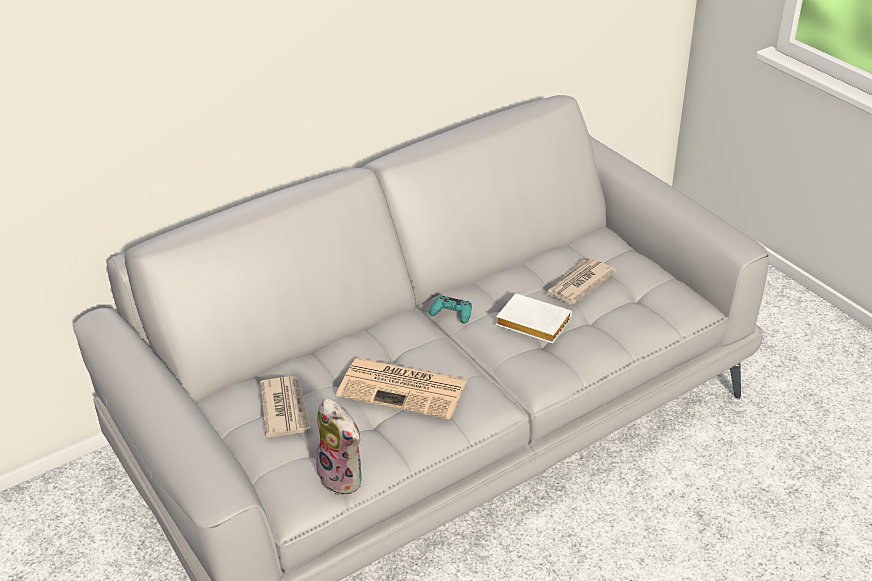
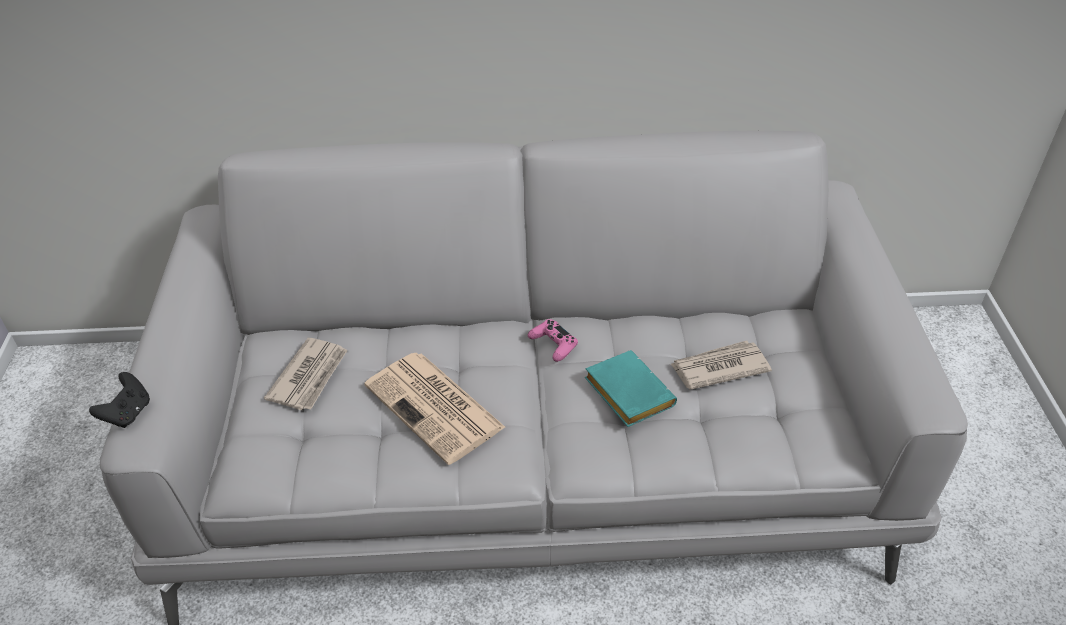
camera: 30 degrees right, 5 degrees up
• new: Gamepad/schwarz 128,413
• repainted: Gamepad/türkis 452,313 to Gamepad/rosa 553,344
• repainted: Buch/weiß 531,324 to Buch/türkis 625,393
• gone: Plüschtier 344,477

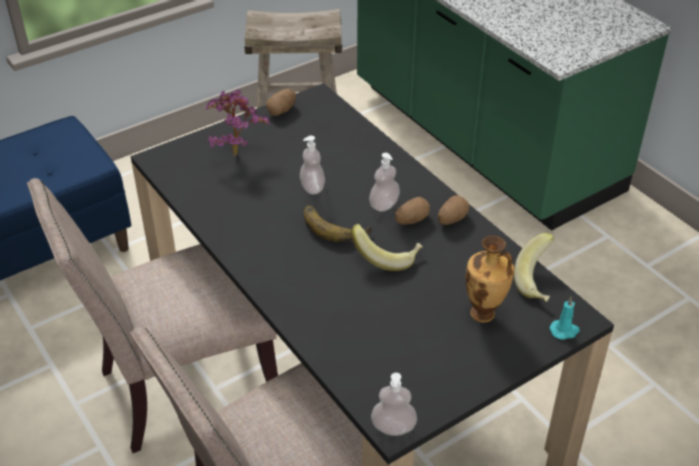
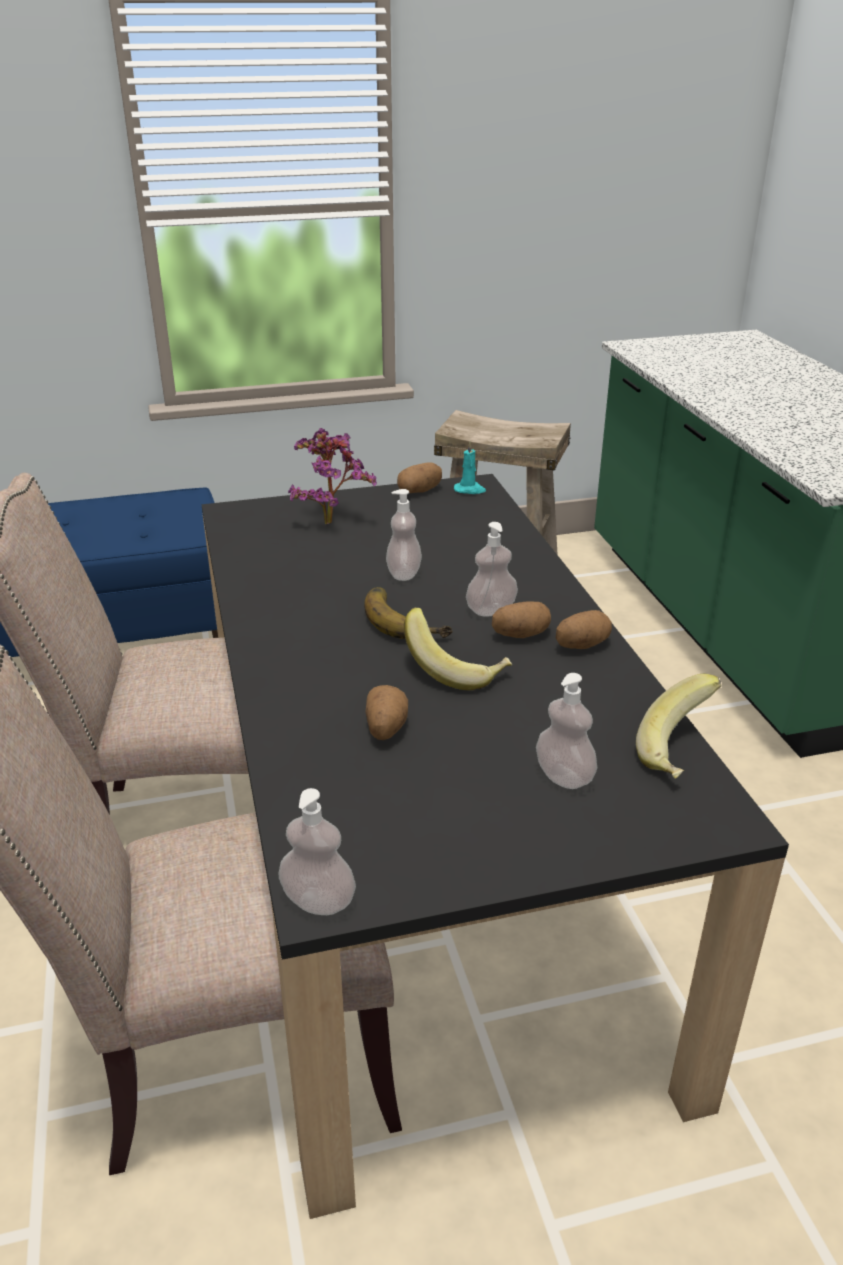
camera: 20 degrees right, 10 degrees down
• new: Kartoffel 385,728
• shifted: Kerze/türkis 564,331 to 470,490
• swapped: Vase 484,314 to Seifenspender 564,776

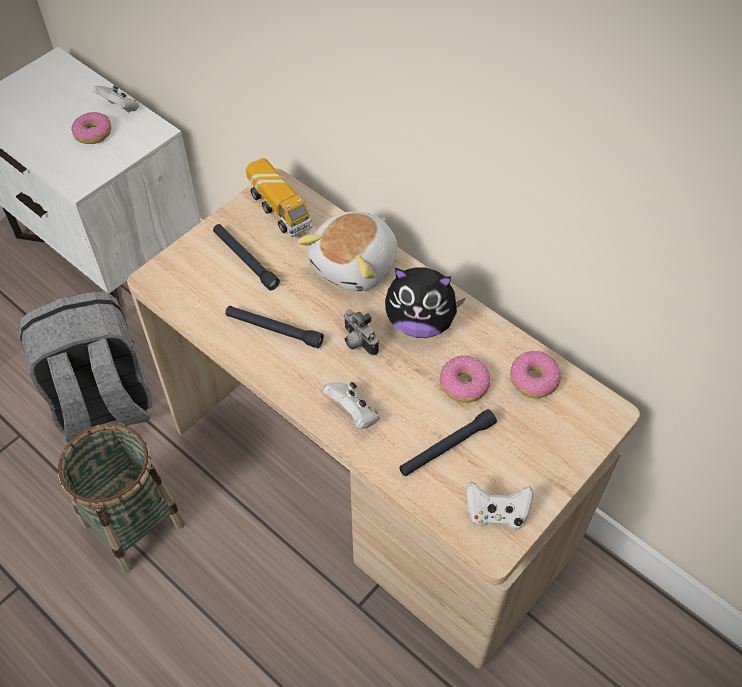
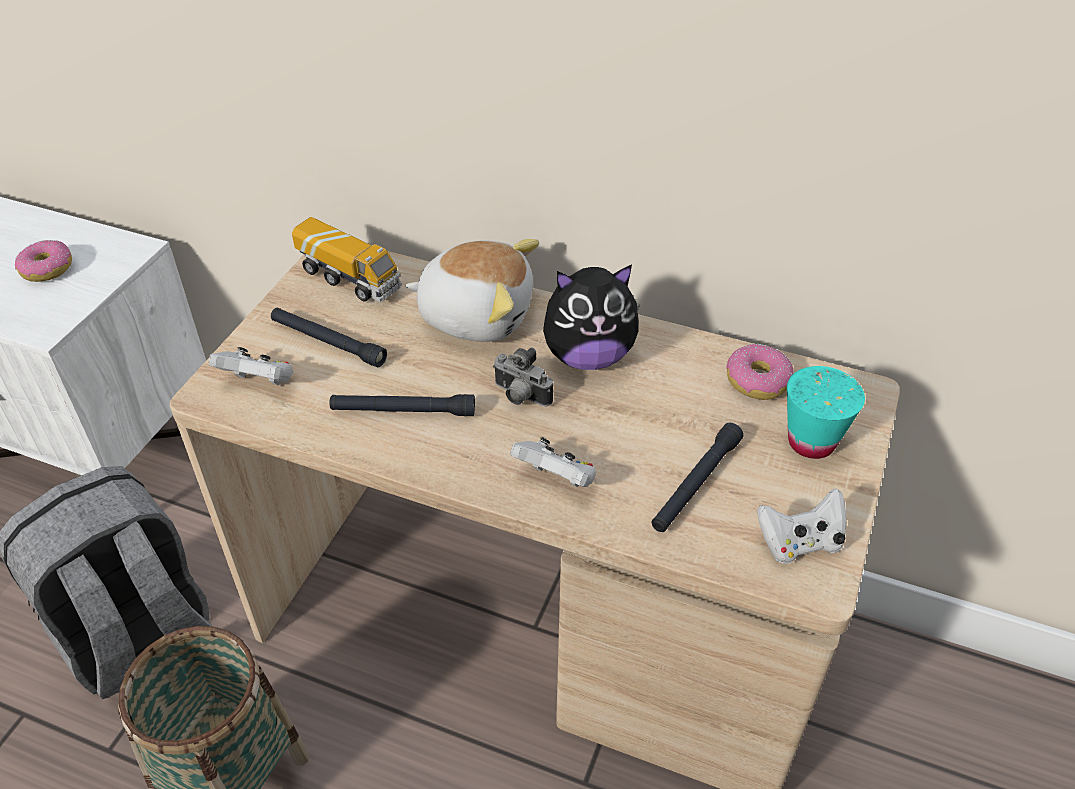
camera: 20 degrees left, 10 degrees down
• shifted: Gamepad/weiß 120,108 to 259,382
• rotated: Plüschtier 356,265 = 476,314 90 degrees counterclockwise
• new: Tasse/türkis 811,442
• gone: Donut 464,384

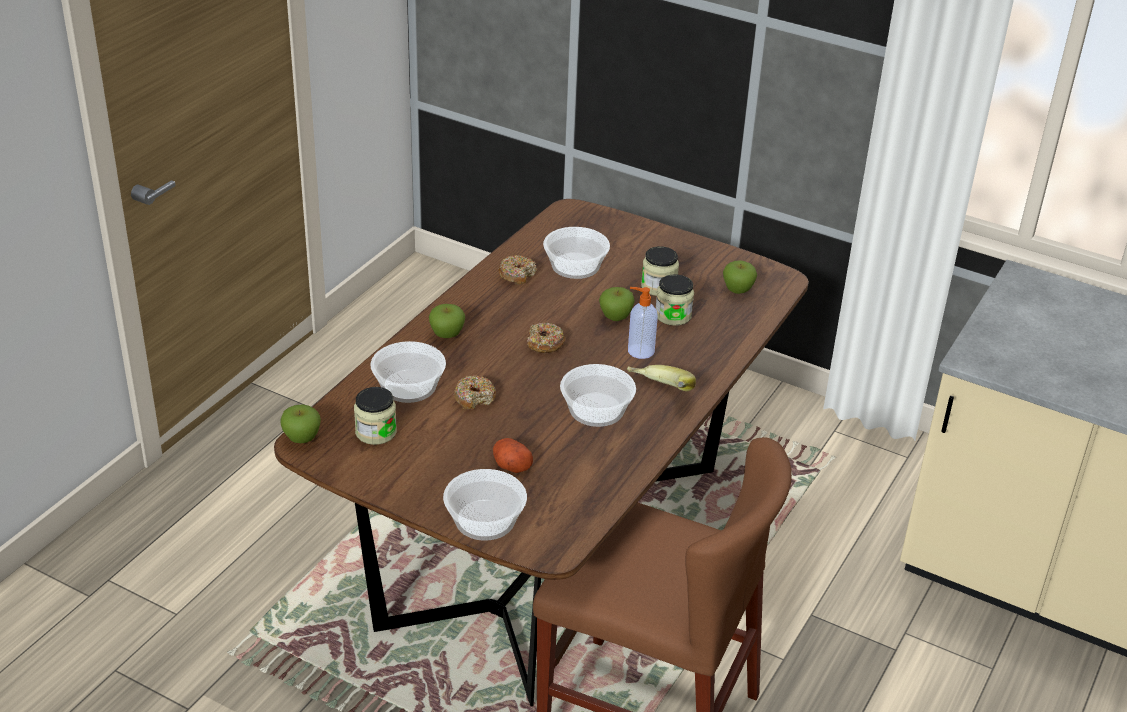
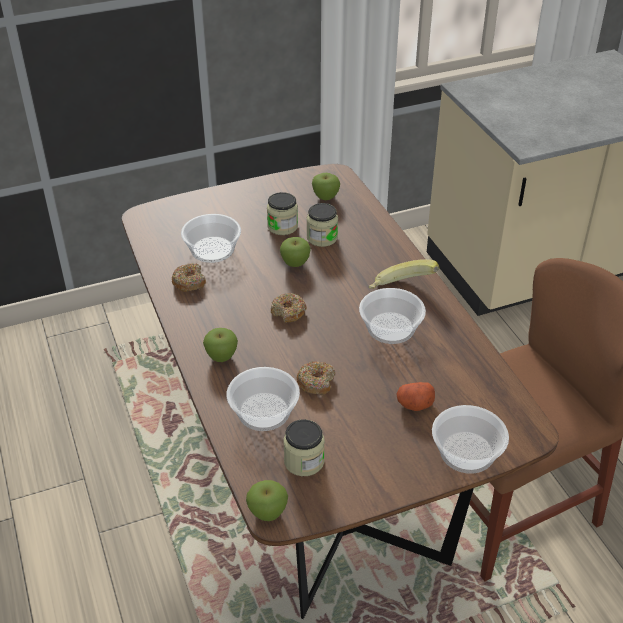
camera: 50 degrees left, 5 degrees up
• gone: Seifenspender 639,351

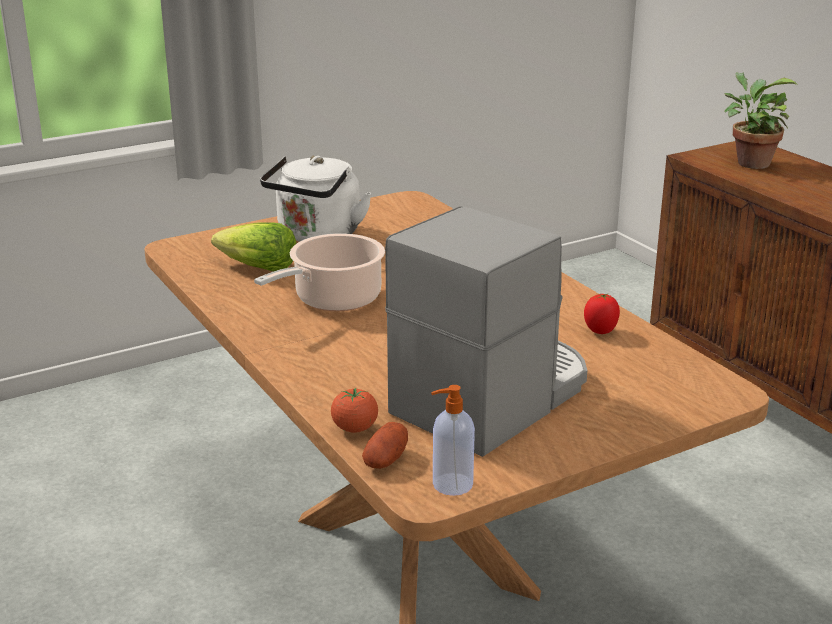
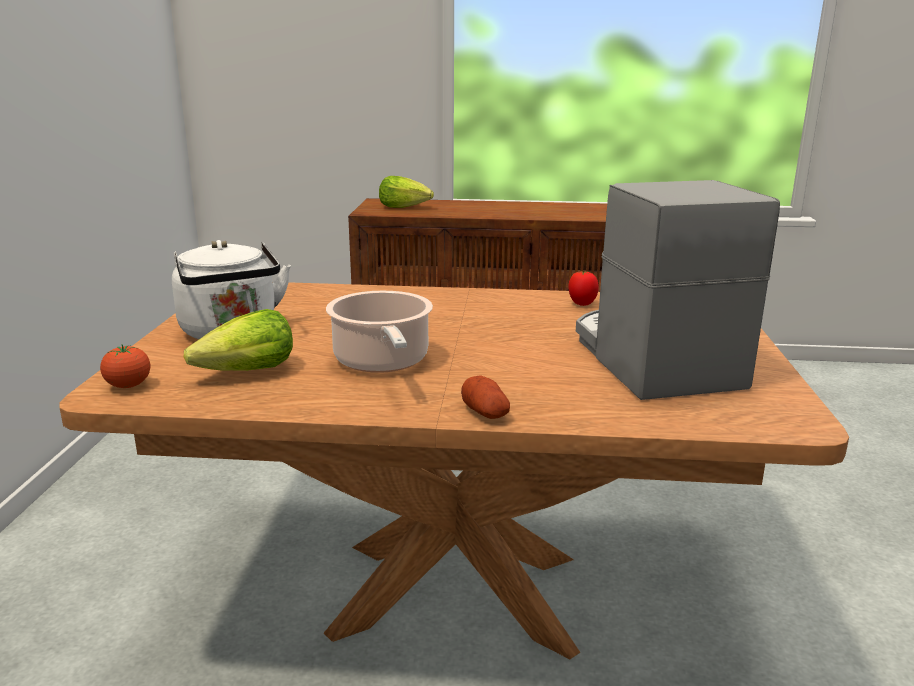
camera: 55 degrees left, 5 degrees down
• shifted: Tomate 355,429 to 128,386
• swapped: Topfpflanze 749,162 to Salatkopf 404,207
• shifted: Kartoffel 386,460 to 485,412
• gone: Seifenspender 451,485

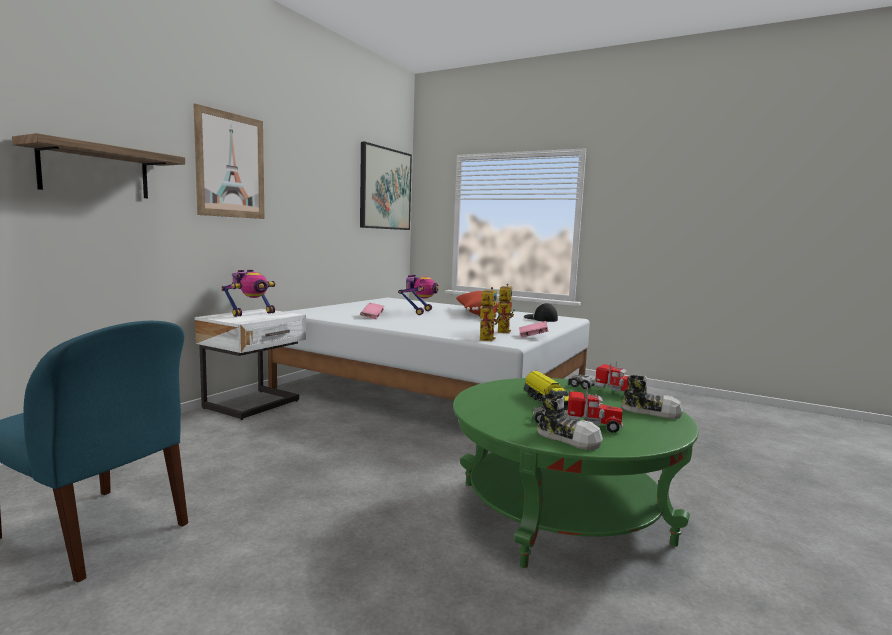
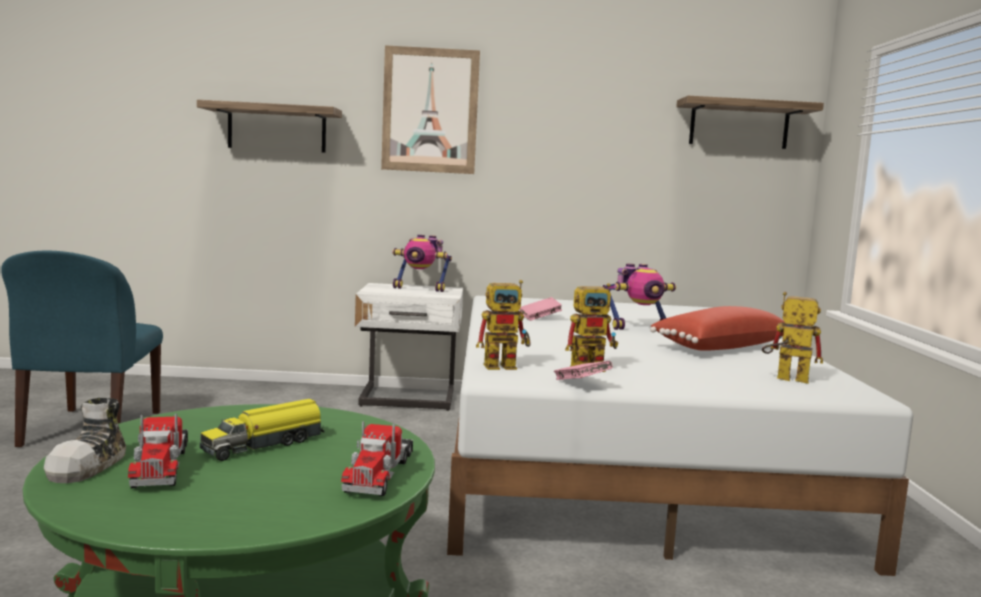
camera: 60 degrees right, 0 degrees up
• swapped: Bild 385,189 to Wandregal 739,125
• swapped: Kappe 540,319 to Spielzeugroboter 784,379
• gone: Schuh 651,412

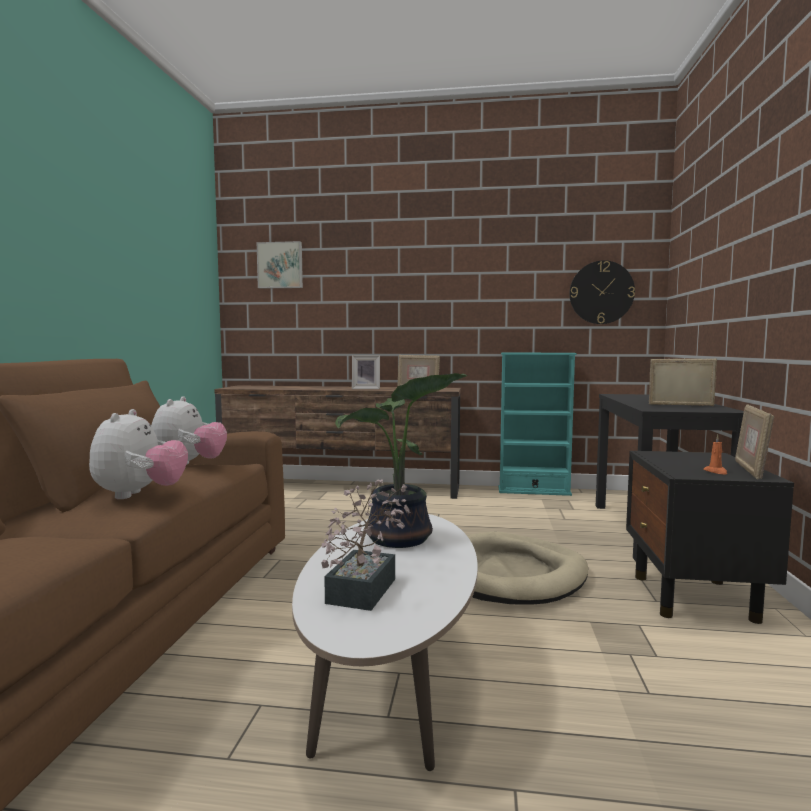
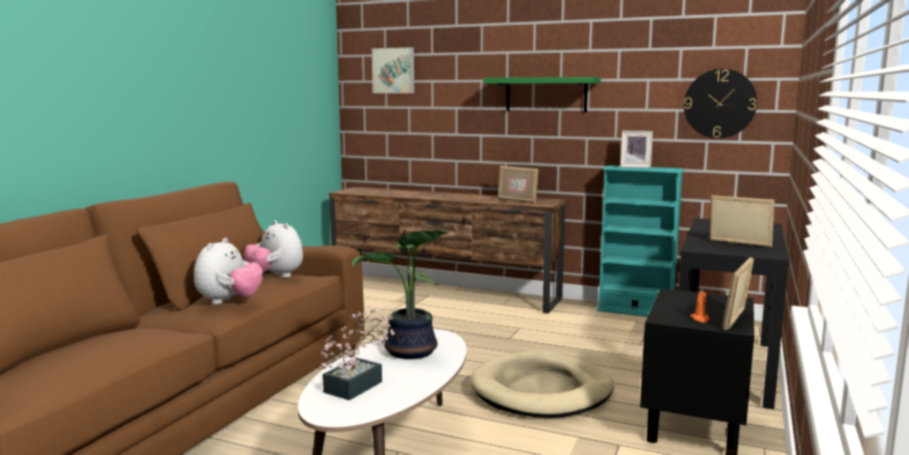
camera: 15 degrees right, 5 degrees up
• rotated: Plüschtier 189,466 = 275,277 120 degrees clockwise
• new: Wandregal/grün 546,94
• shifted: Bilderrahmen 366,389 to 635,167

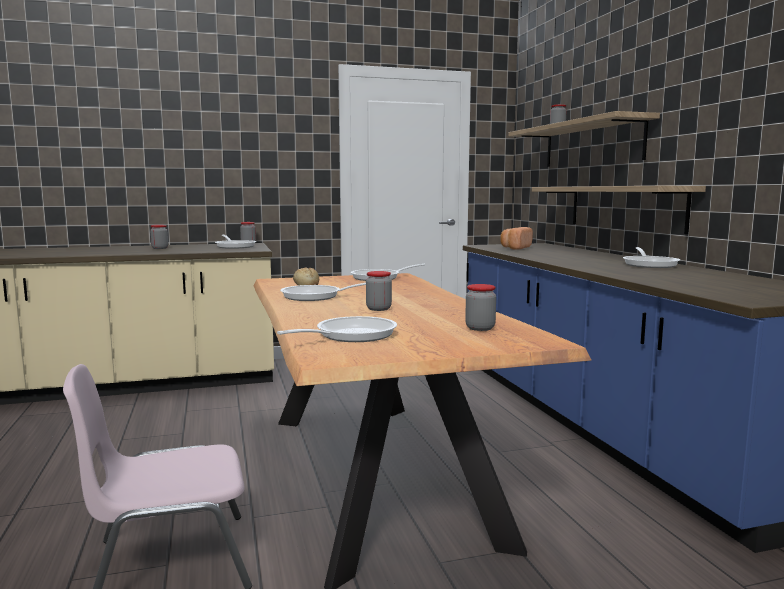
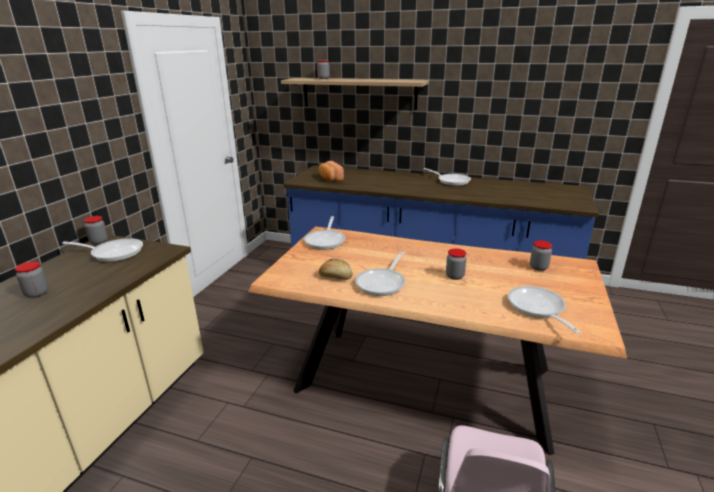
camera: 55 degrees left, 15 degrees up
• gone: Wandregal 624,207

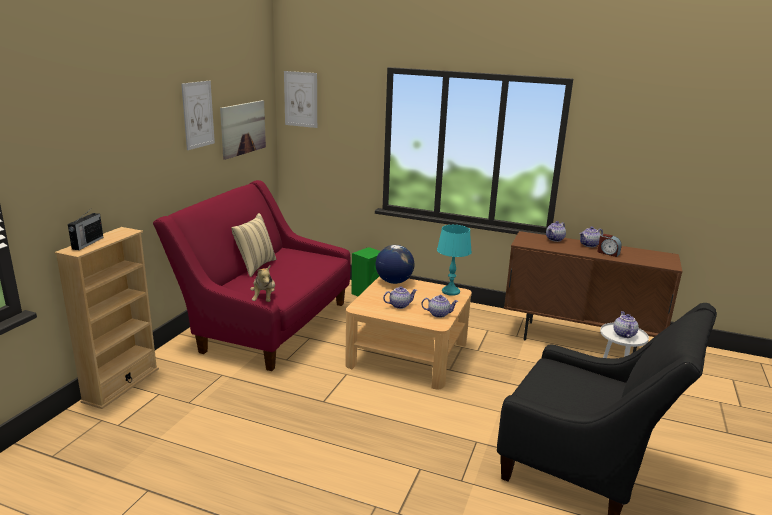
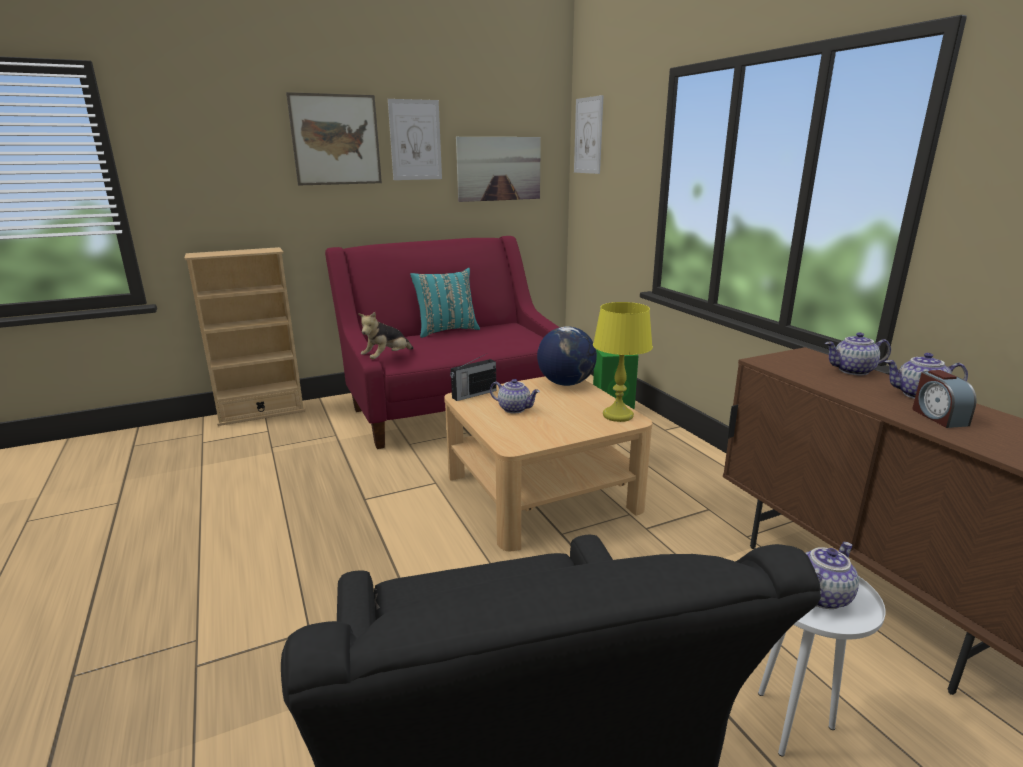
camera: 45 degrees right, 0 degrees up
• new: Bild 336,140
• repainted: Kissen/beige 255,266 to Kissen/türkis 446,330
• shifted: Radio 87,243 to 473,394
• repainted: Tischlampe/türkis 451,291 to Tischlampe/gelb 618,415
• gone: Teekanne 439,314

